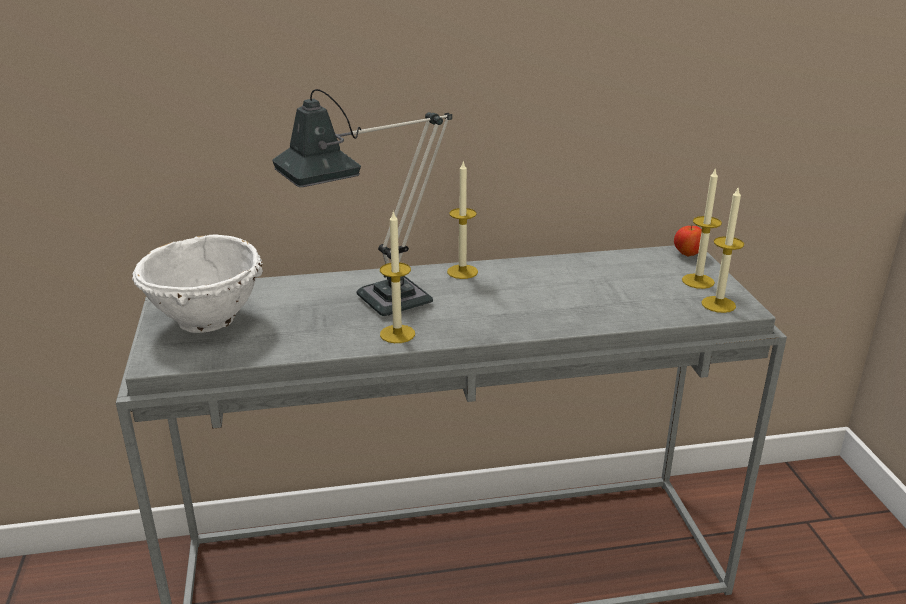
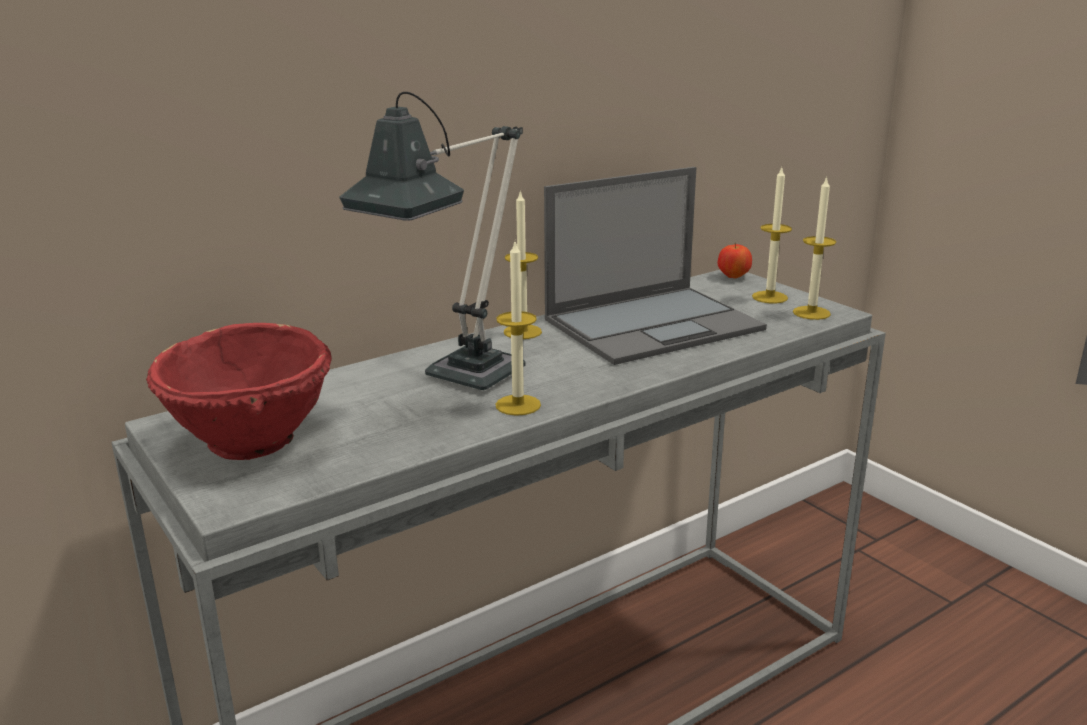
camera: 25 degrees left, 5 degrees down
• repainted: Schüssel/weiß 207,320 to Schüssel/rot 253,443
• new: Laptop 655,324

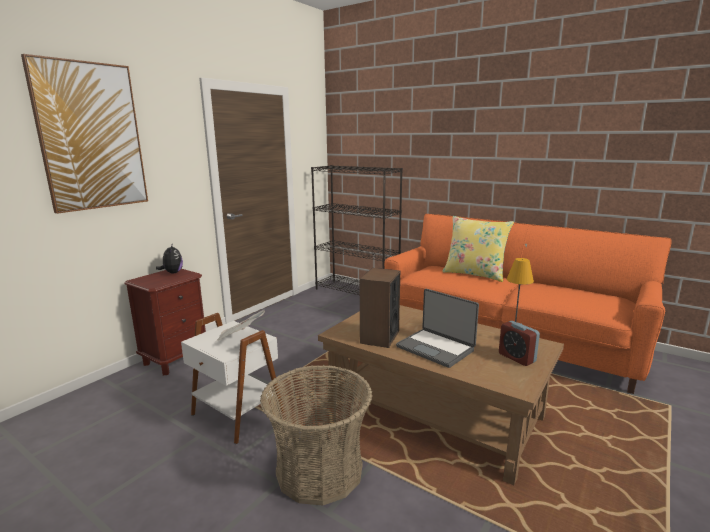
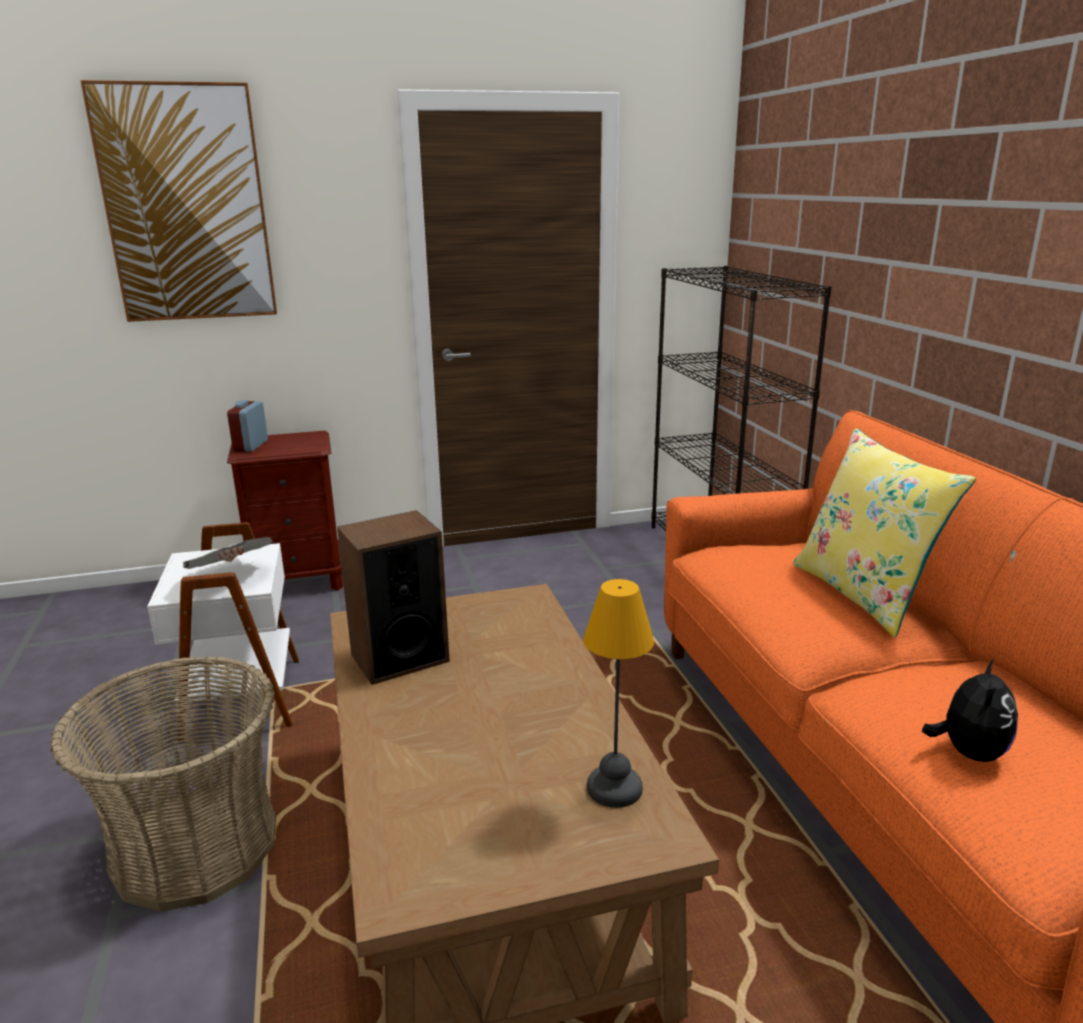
camera: 40 degrees right, 5 degrees up
• shifted: Wecker 516,358 to 251,446
• shifted: Plüschtier 172,273 to 968,752
• gone: Laptop 436,348

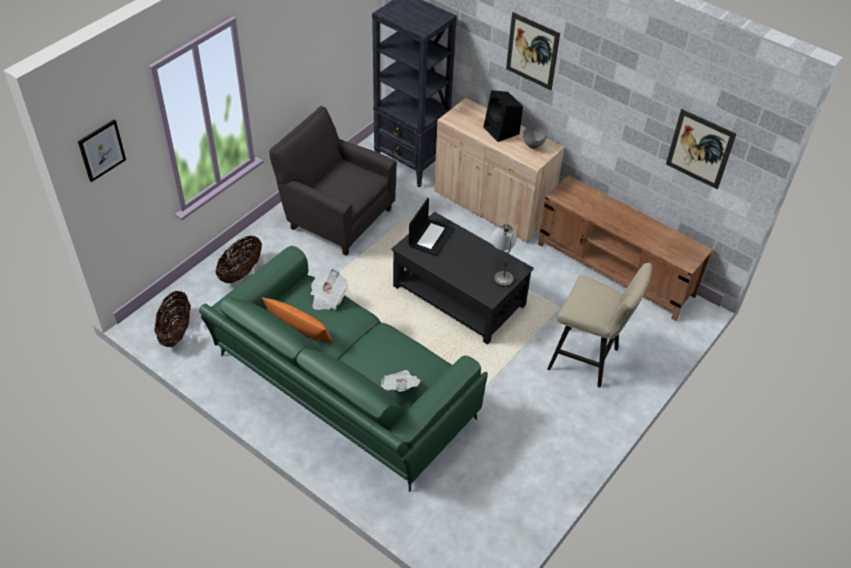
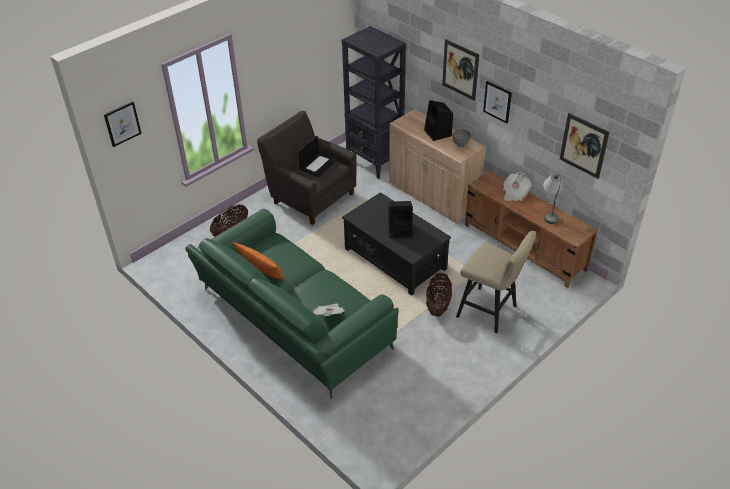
camera: 10 degrees right, 5 degrees down
• shifted: Laptop 431,237 to 318,164
• new: Lautsprecher/schwarz 400,230
• shifted: Korb 176,331 to 438,305
• new: Bild 497,101
• shifted: Zeitung 327,297 to 514,193
• shifted: Tischlampe/grau 502,270 to 550,212

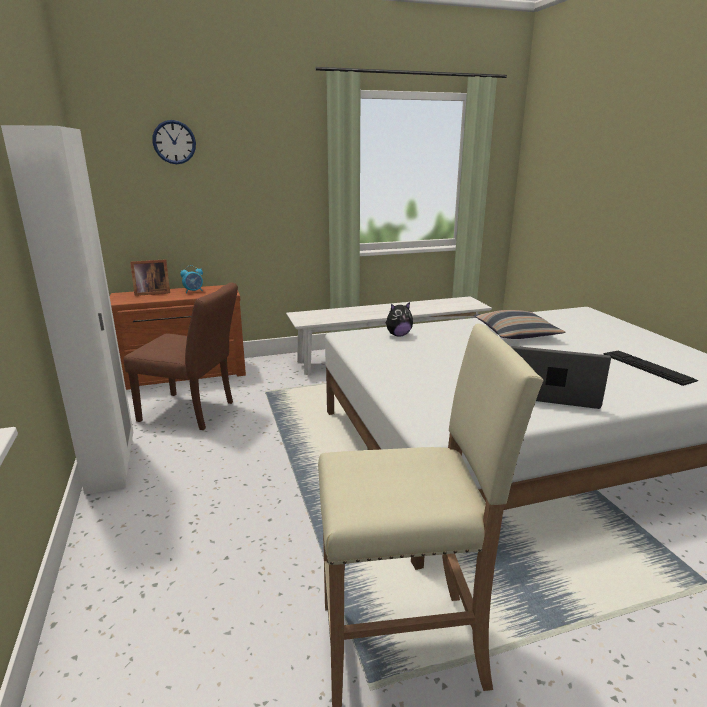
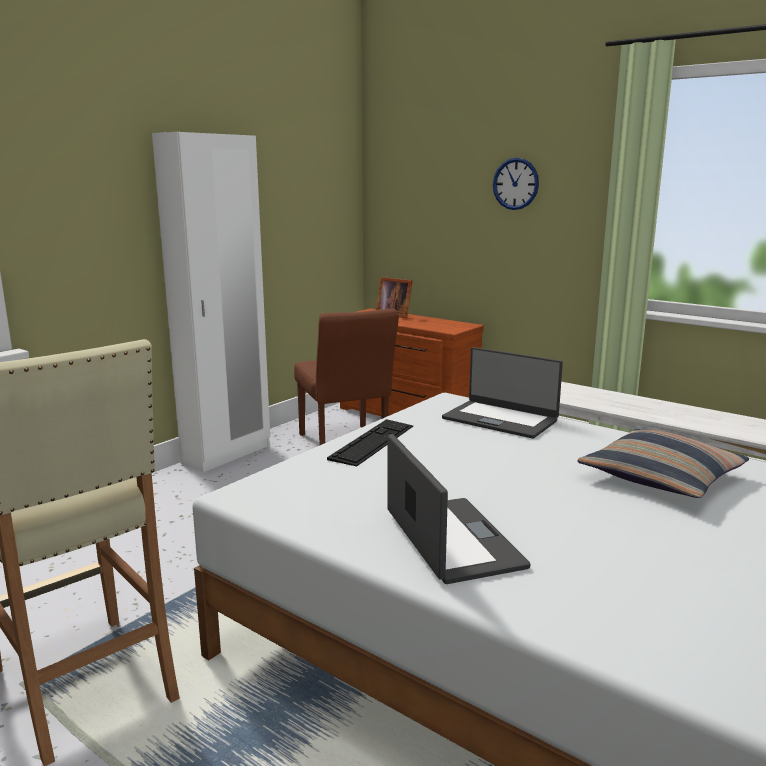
camera: 55 degrees right, 5 degrees down
• shifted: Tastatur 647,367 to 372,442
• swapped: Plüschtier 398,335 to Laptop 500,419
• shifted: Wanduhr 174,142 to 515,184
• gone: Wecker 194,291

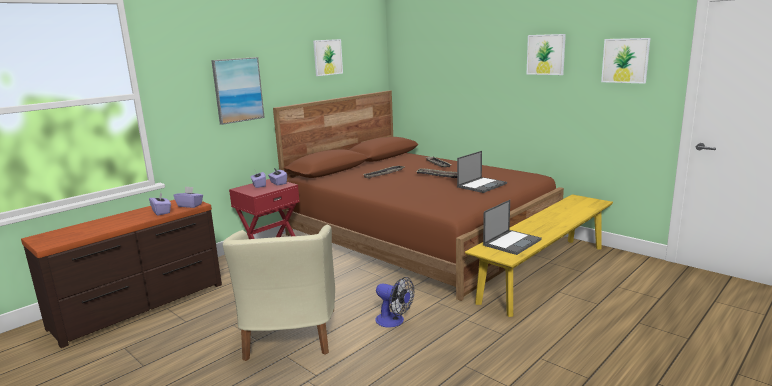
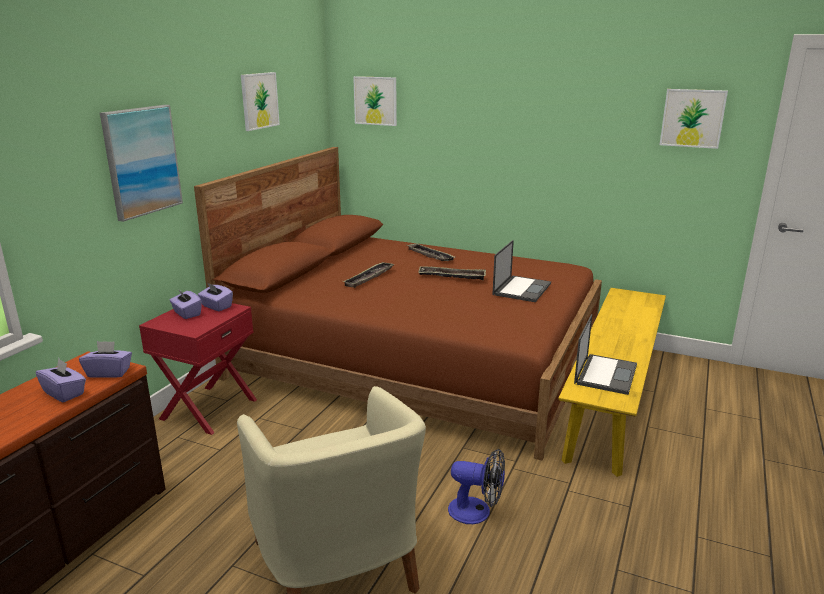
camera: 20 degrees left, 5 degrees up
• shifted: Bild 546,54 to 375,101

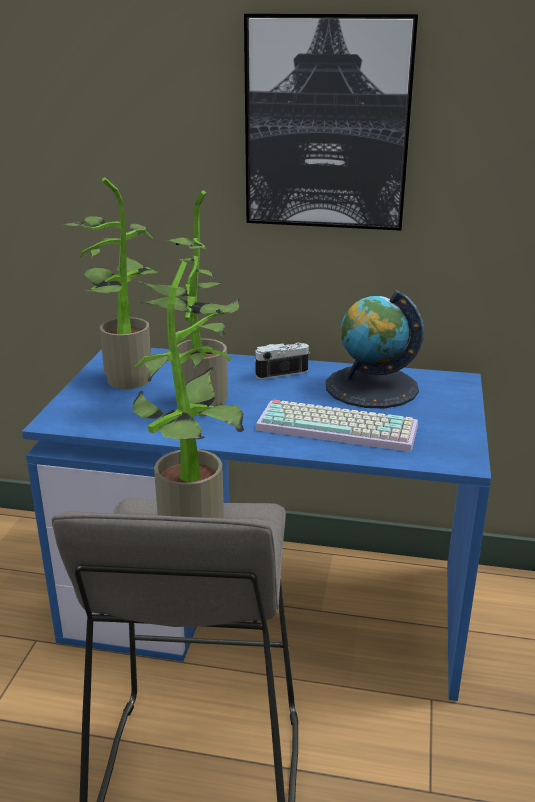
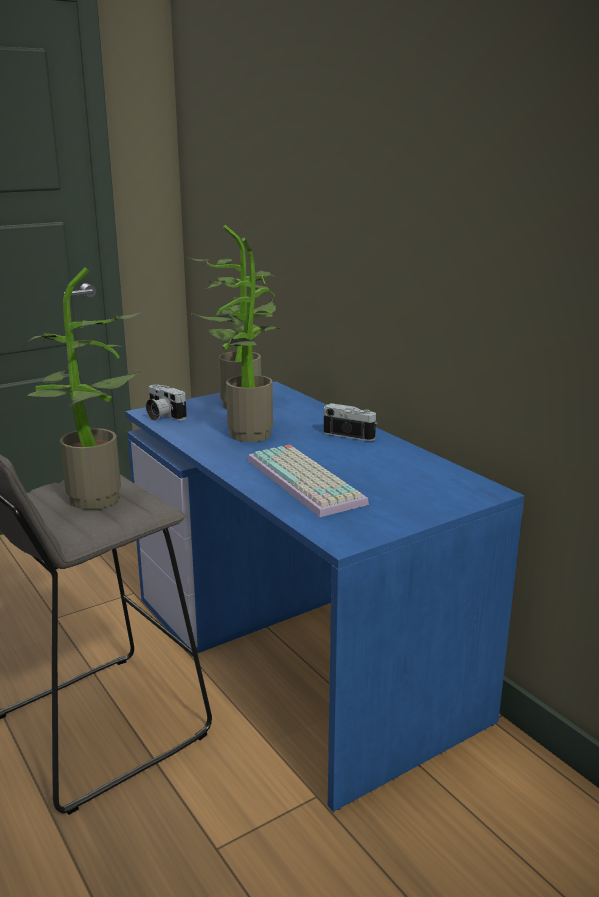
camera: 45 degrees right, 5 degrees down
• new: Kamera 162,416
• gone: Bild 327,124
• gone: Globus 371,387

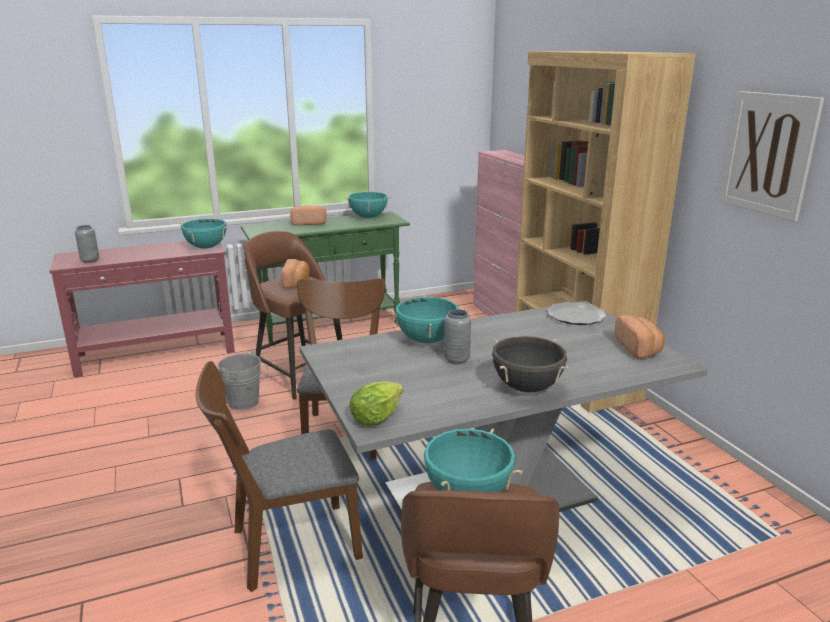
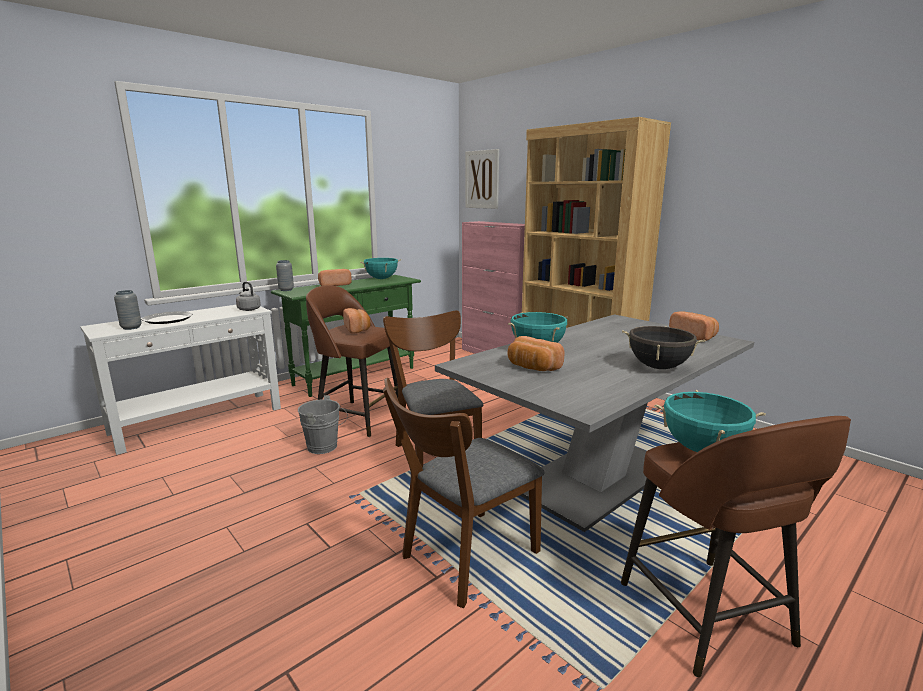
camera: 20 degrees left, 5 degrees down
• repainted: Konsolentisch/rot 157,353 to Konsolentisch/weiß 199,420
• shifted: Teller 575,316 to 167,319
• swapped: Kochtopf/türkis 206,247 to Wasserkessel/grau 248,309
• shifted: Vase/grau 456,360 to 286,290
• shifted: Bild 768,154 to 482,179
• new: Brot 532,367
• gone: Salatkopf 376,418

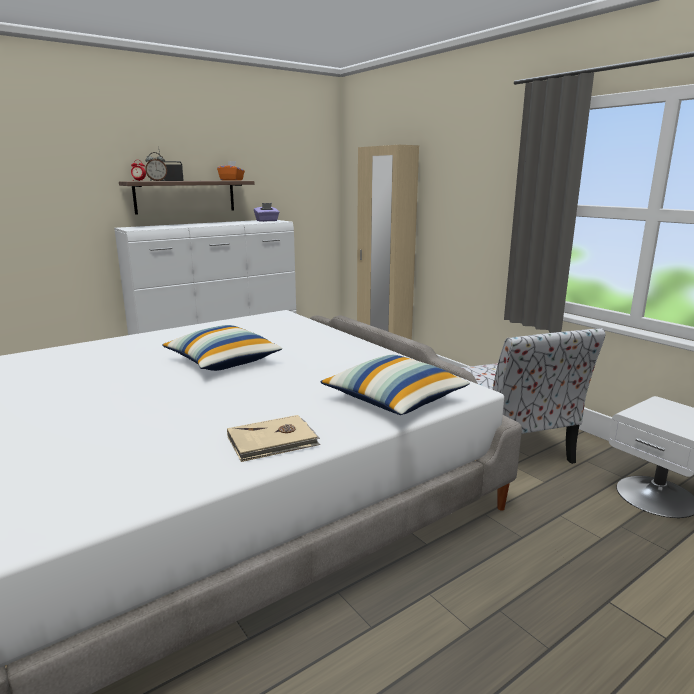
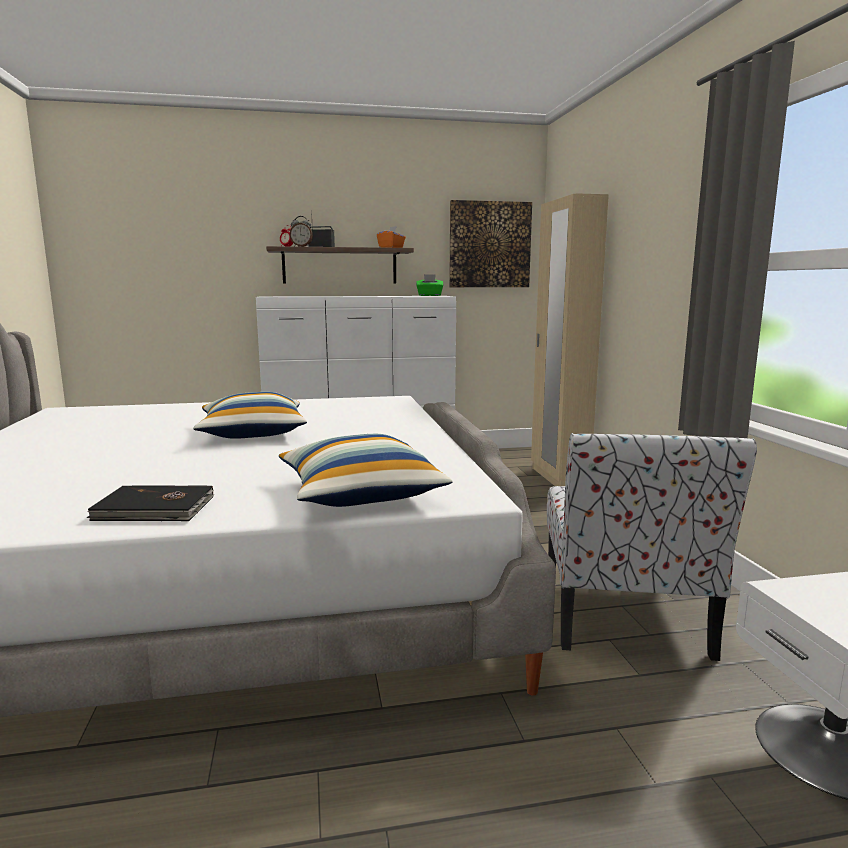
camera: 25 degrees right, 5 degrees down
• repainted: Buch/beige 273,442 to Buch/schwarz 155,509
• repainted: Taschentuchbox/lila 267,221 to Taschentuchbox/grün 429,295
• new: Bild 489,245

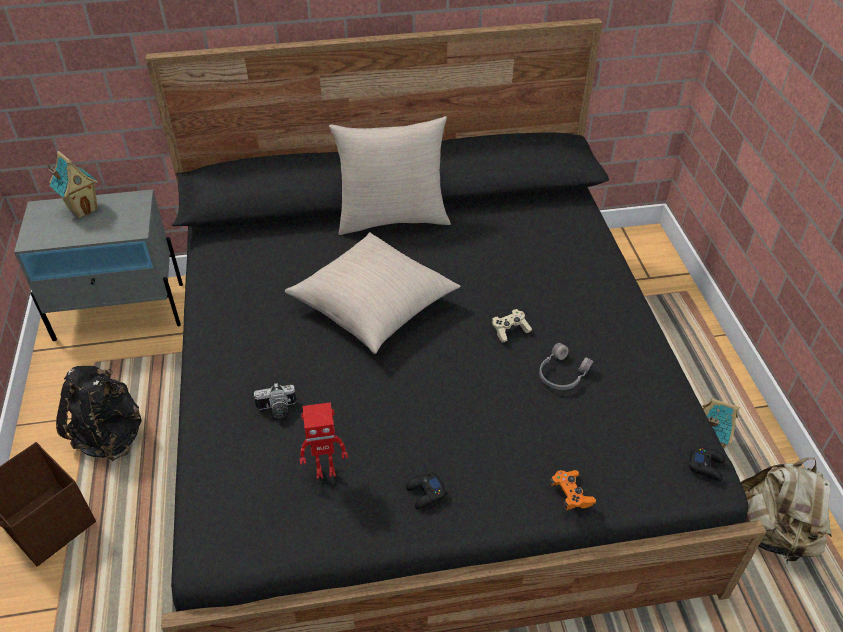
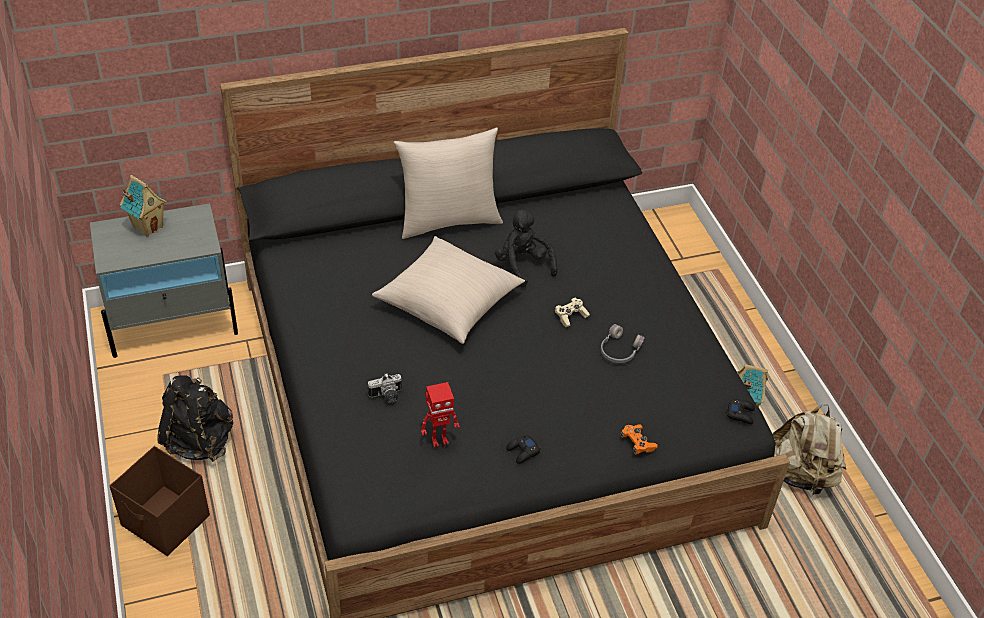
camera: 10 degrees left, 0 degrees up
• new: Plüschtier/schwarz 523,265

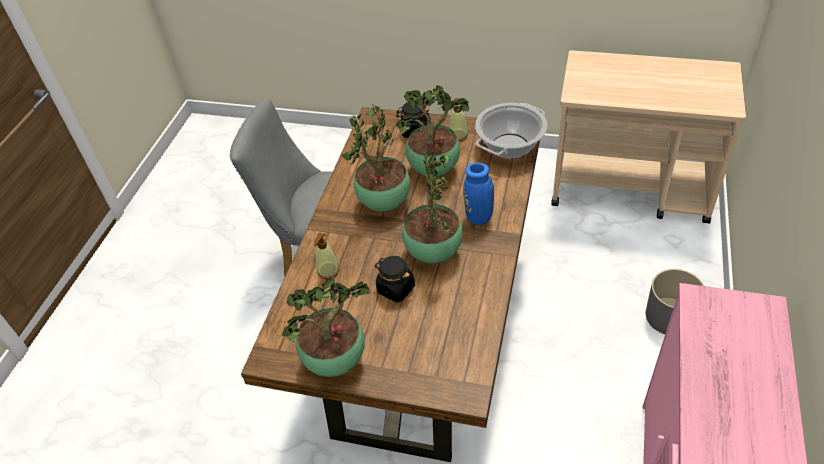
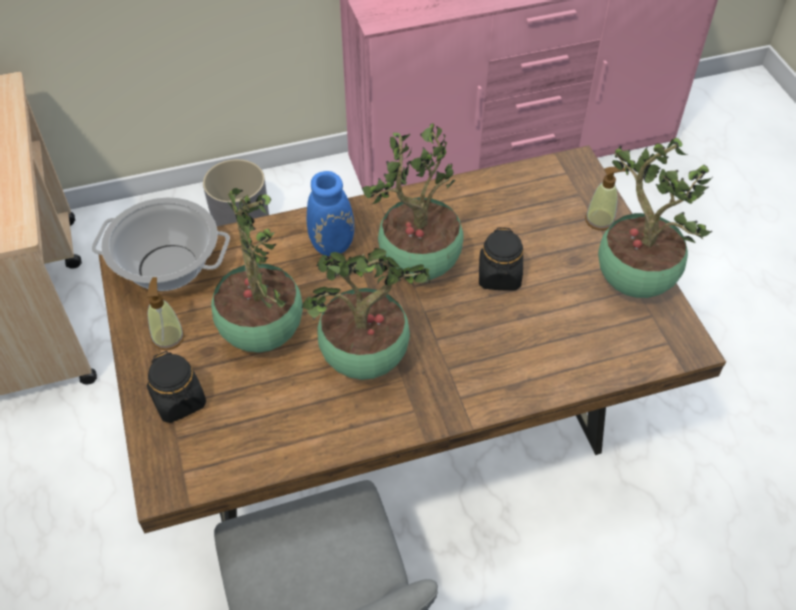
camera: 125 degrees left, 5 degrees up
• shifted: Seifenspender 328,271 to 600,220

